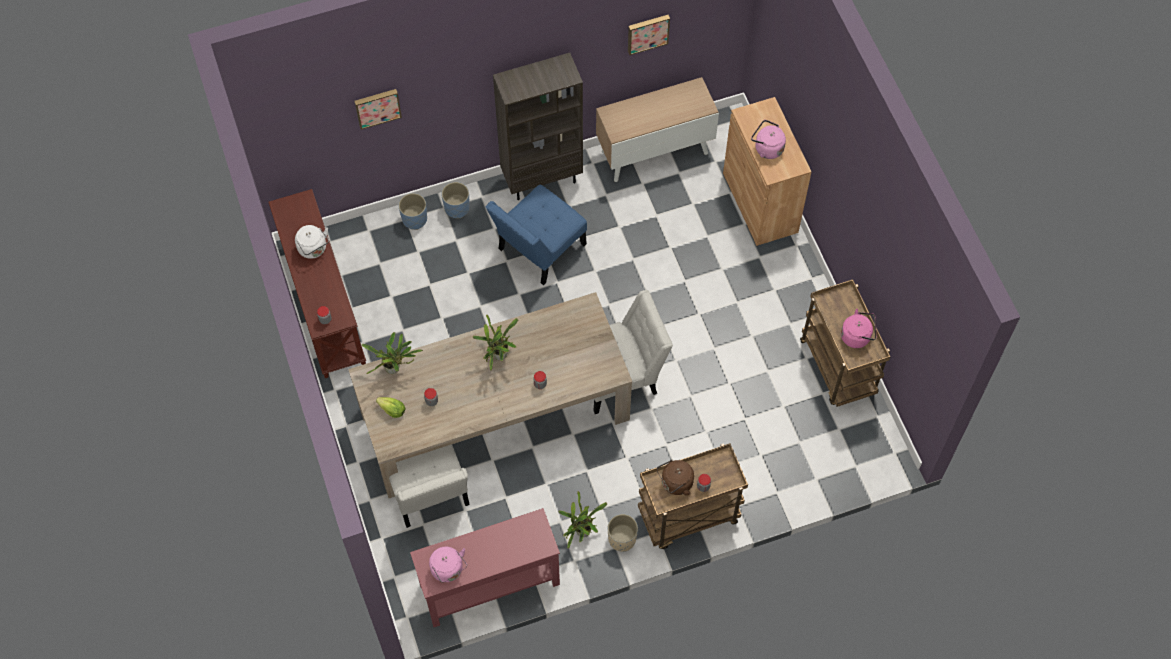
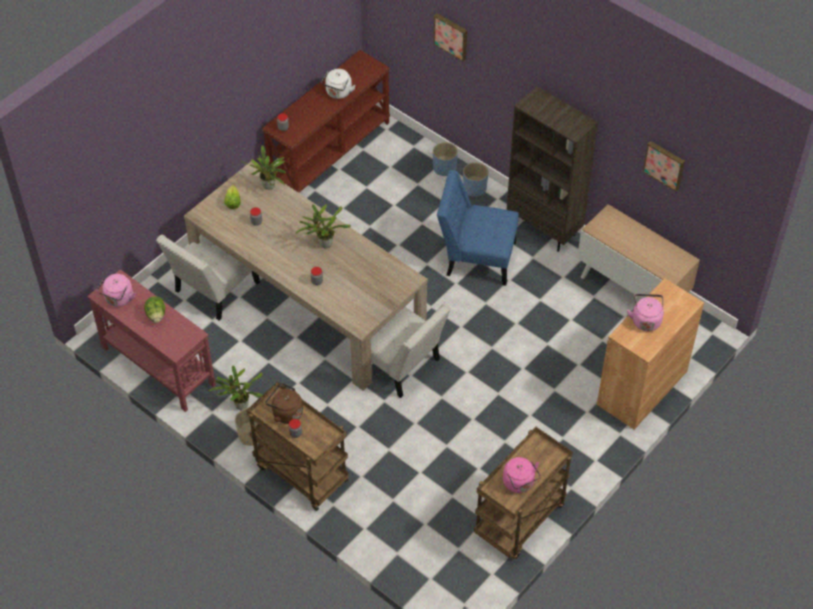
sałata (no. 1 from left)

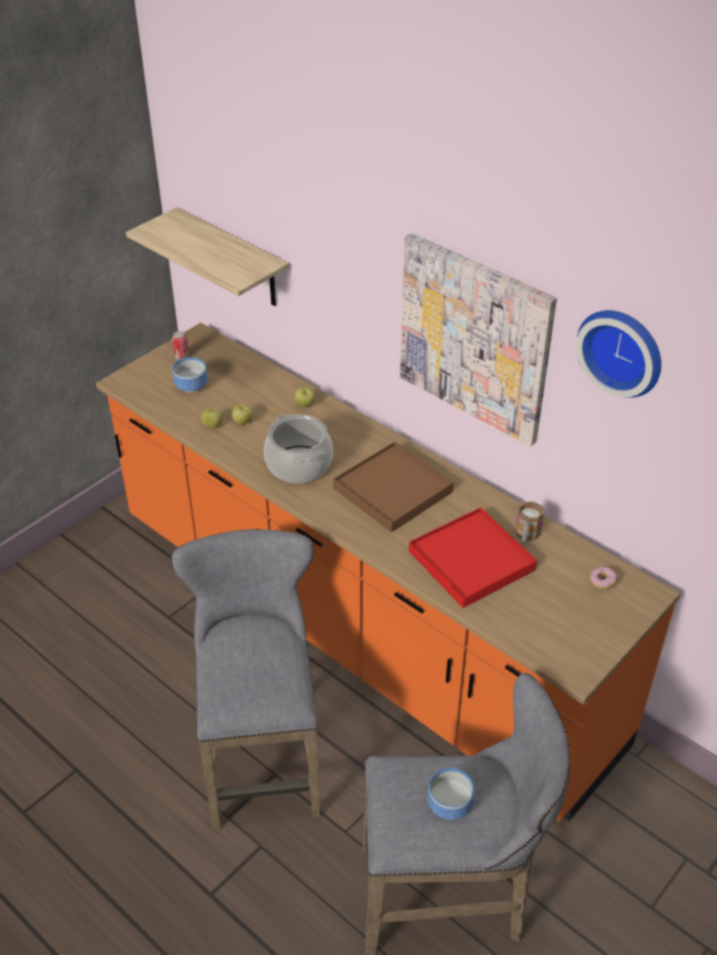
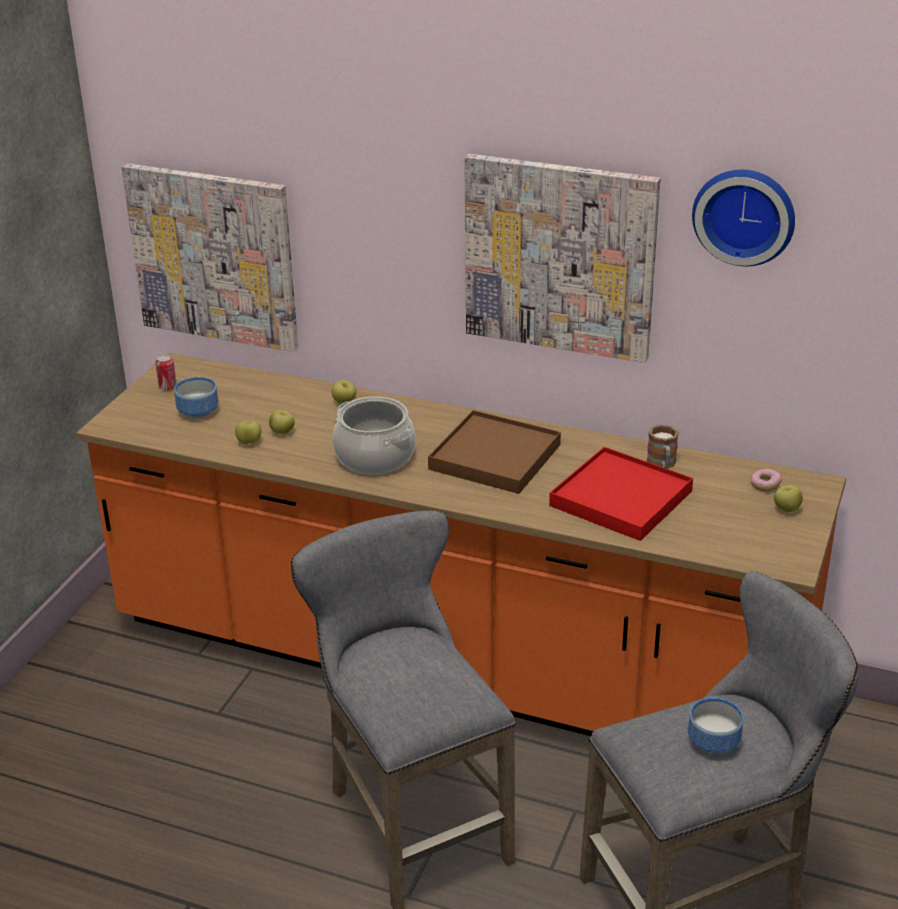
obraz (no. 1 from left)
jabłko (no. 4 from left)

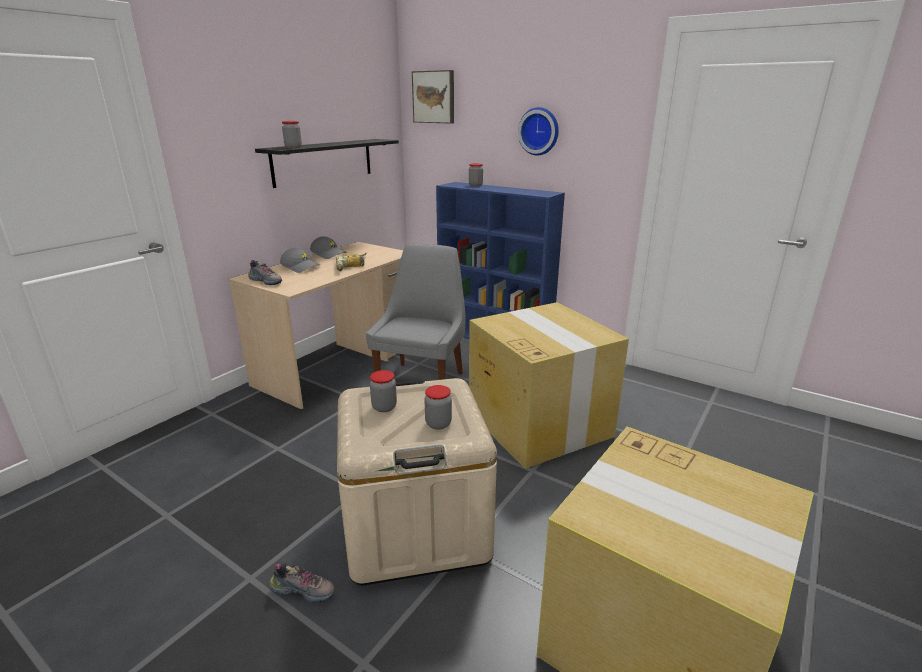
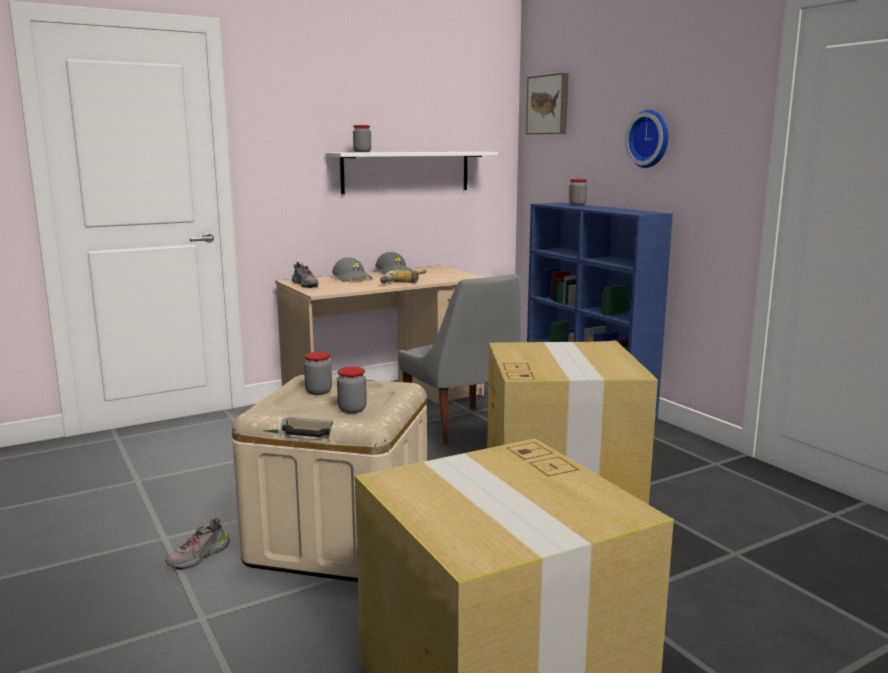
but (no. 1 from left)
półka/biały
krzesło/szary

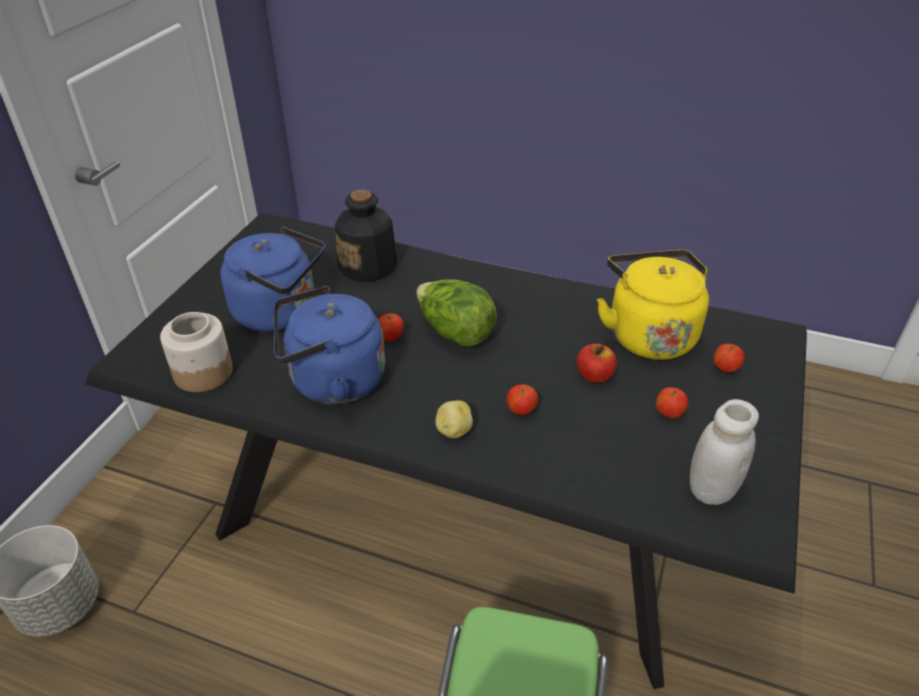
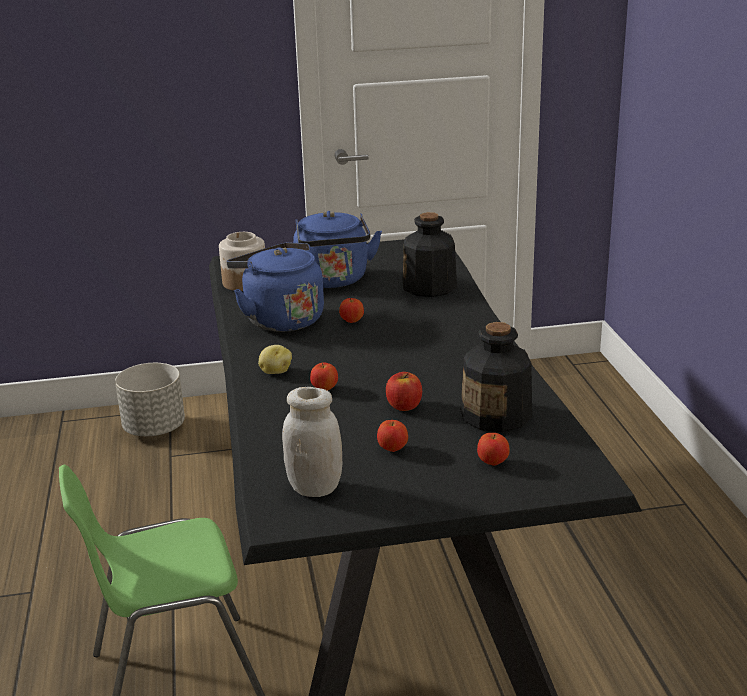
butelka (no. 2 from left)
sałata

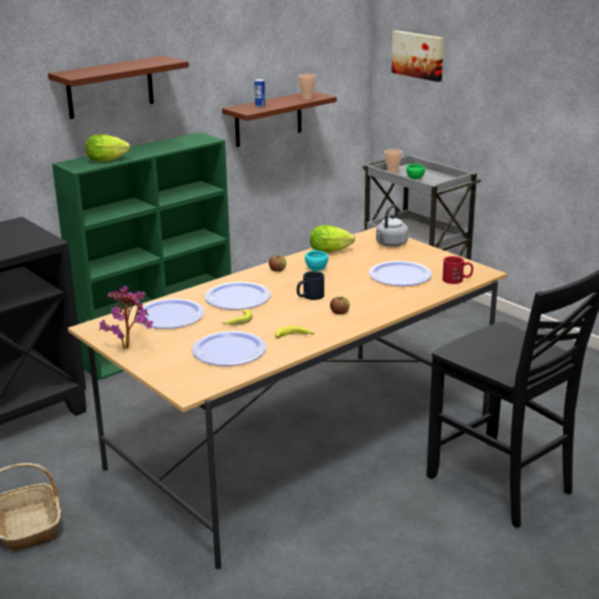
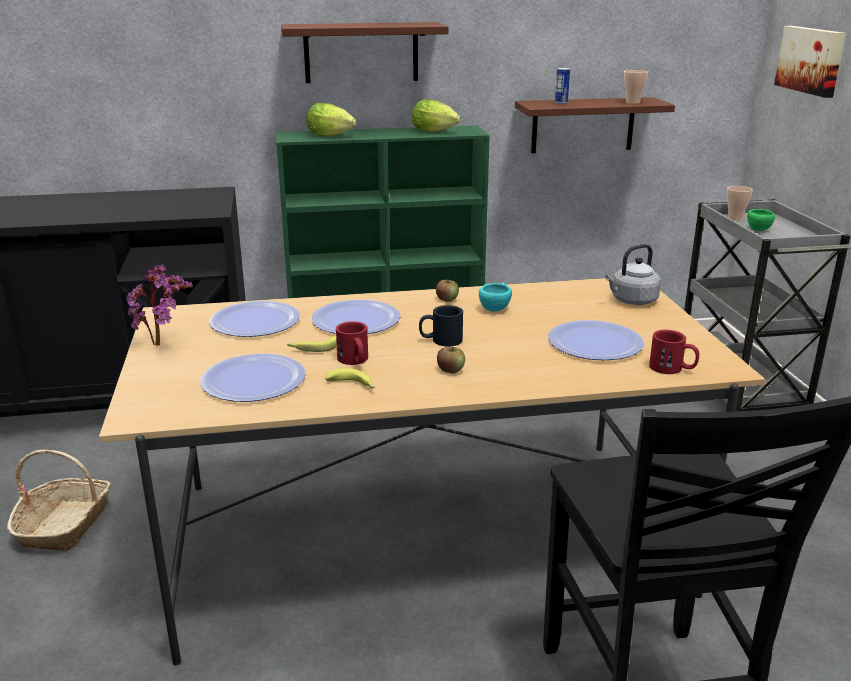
kubek/czerwony (no. 1 from left)
sałata (no. 2 from left)

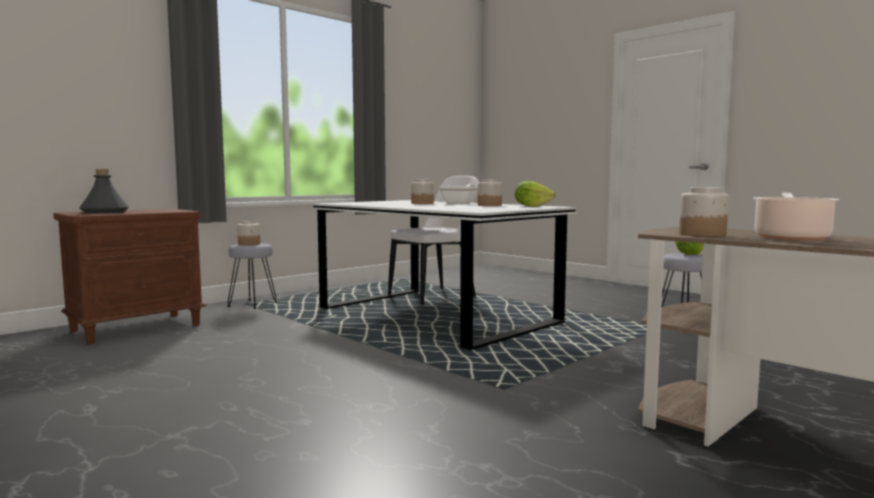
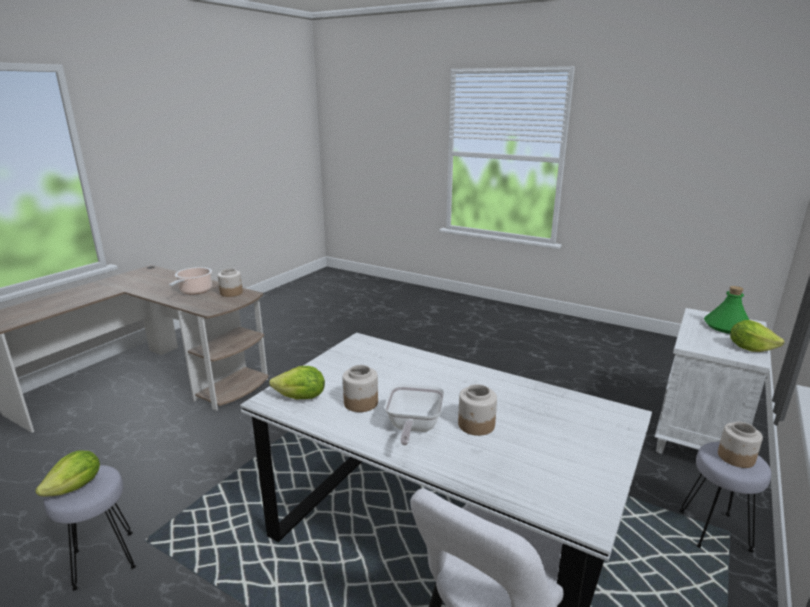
szafka nocna/biały
butelka/zielony
sałata (no. 3 from left)

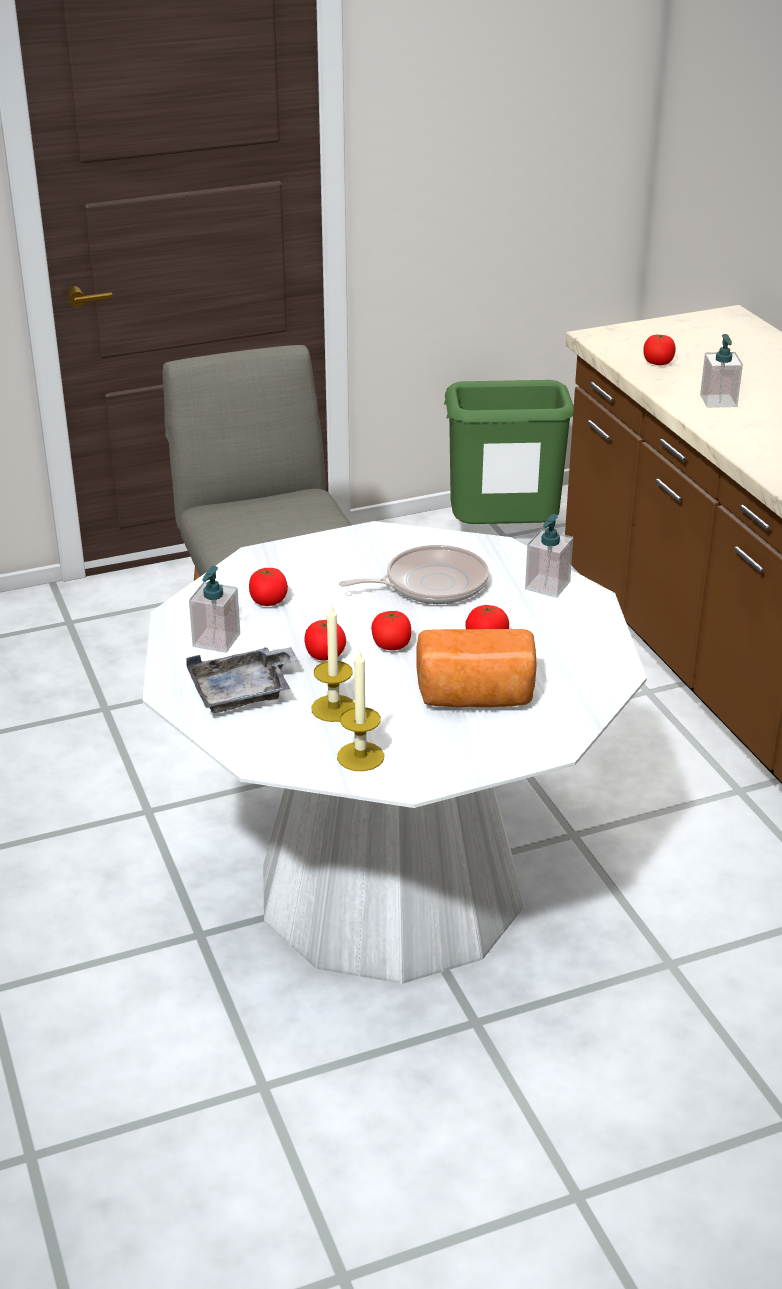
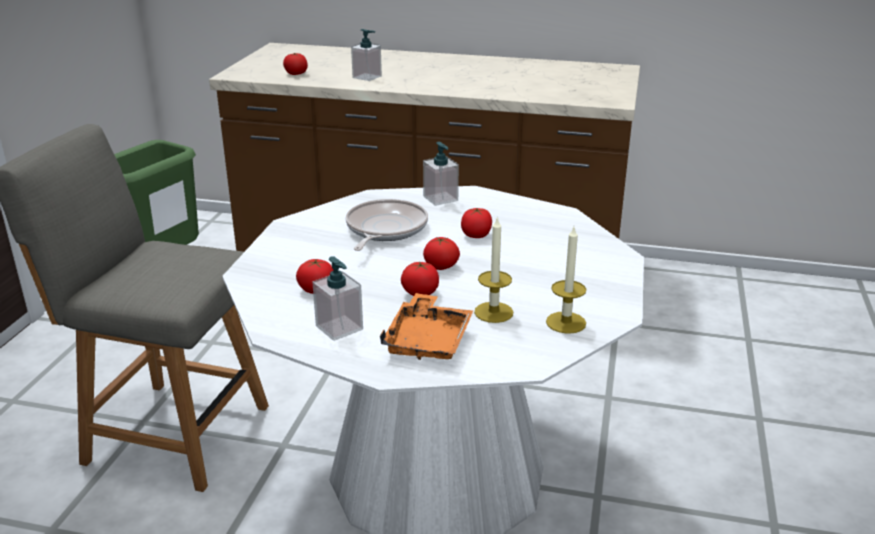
taca/pomarańczowy
chleb

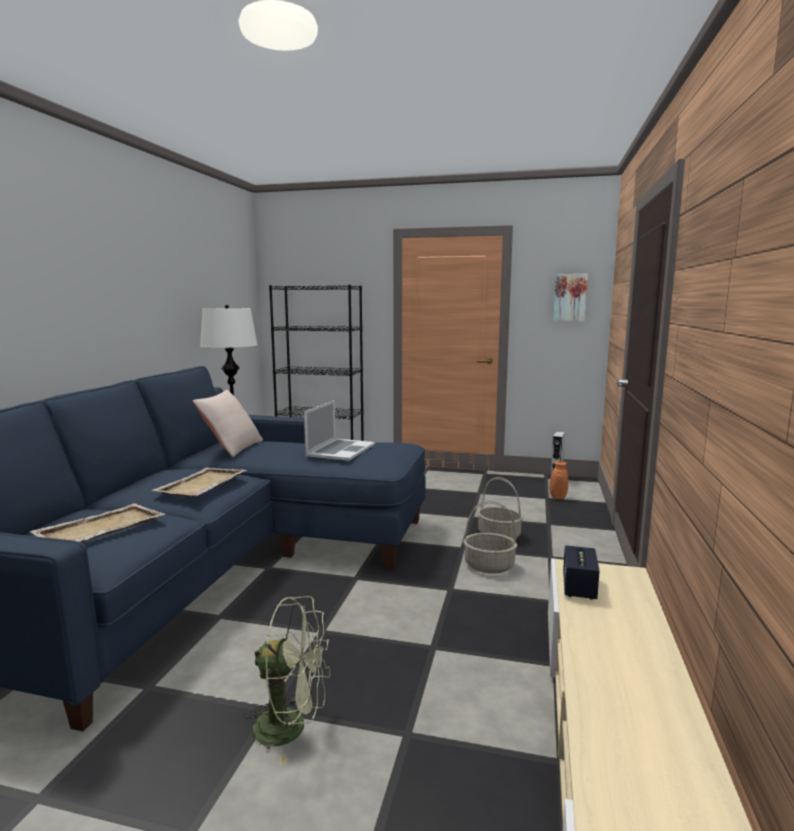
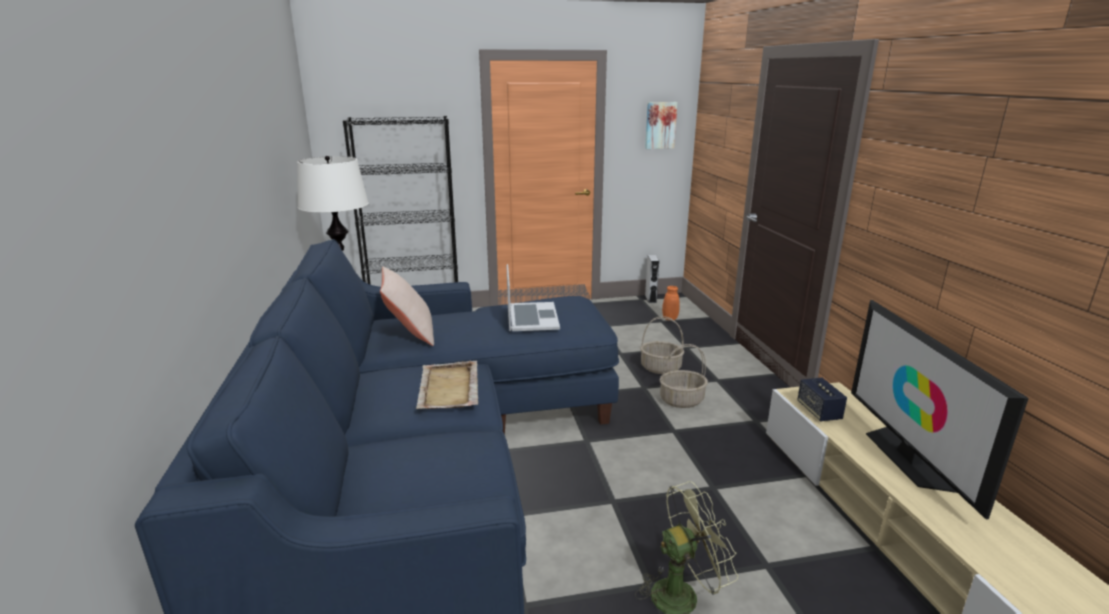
telewizor
taca/beżowy (no. 1 from left in the first image)

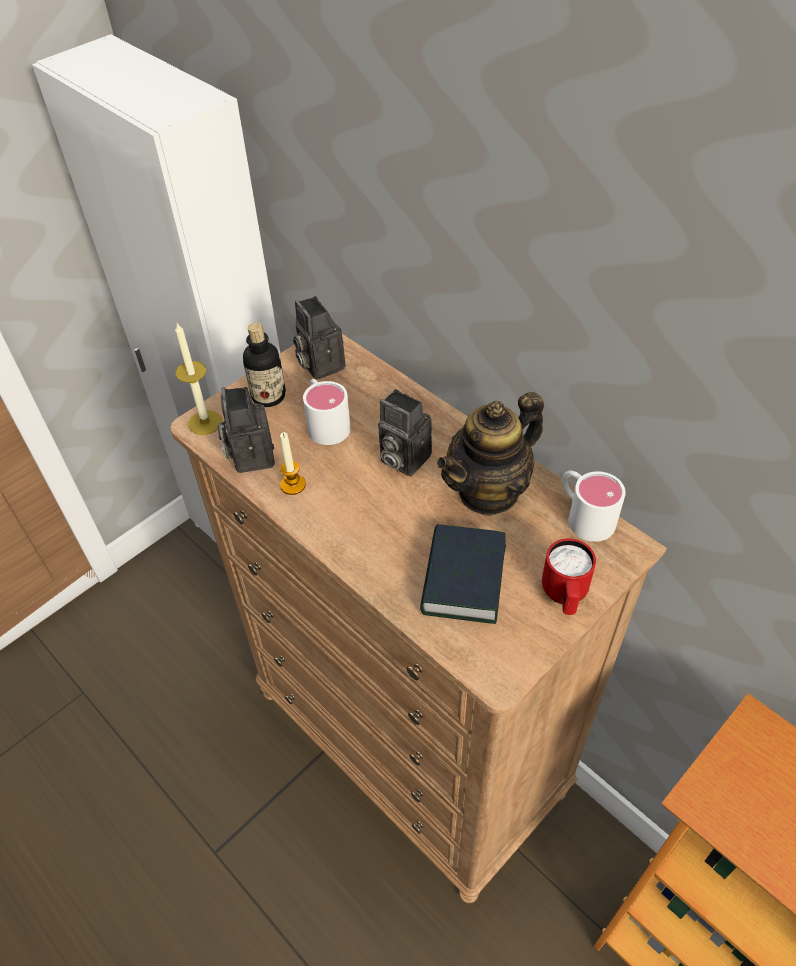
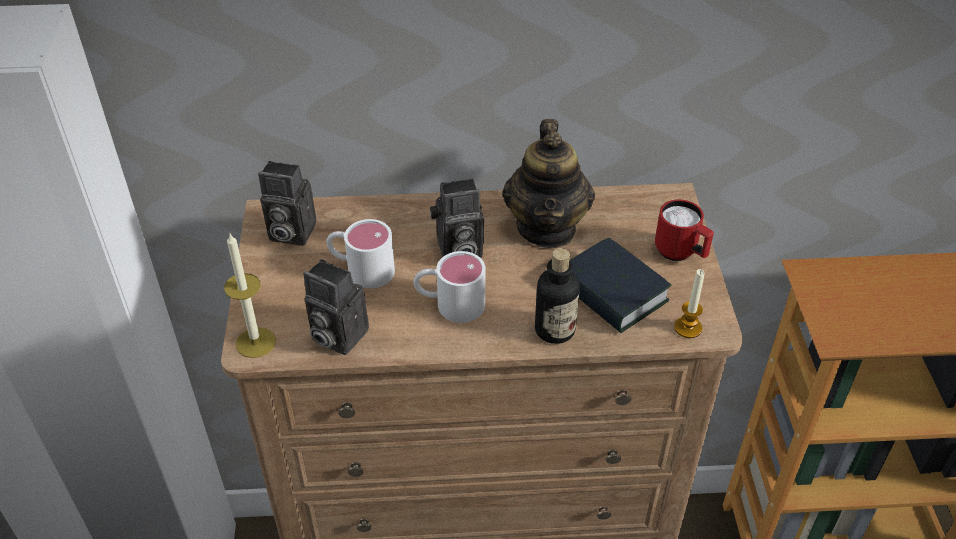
kubek/biały (no. 2 from left)
butelka
świeca (no. 2 from left)

